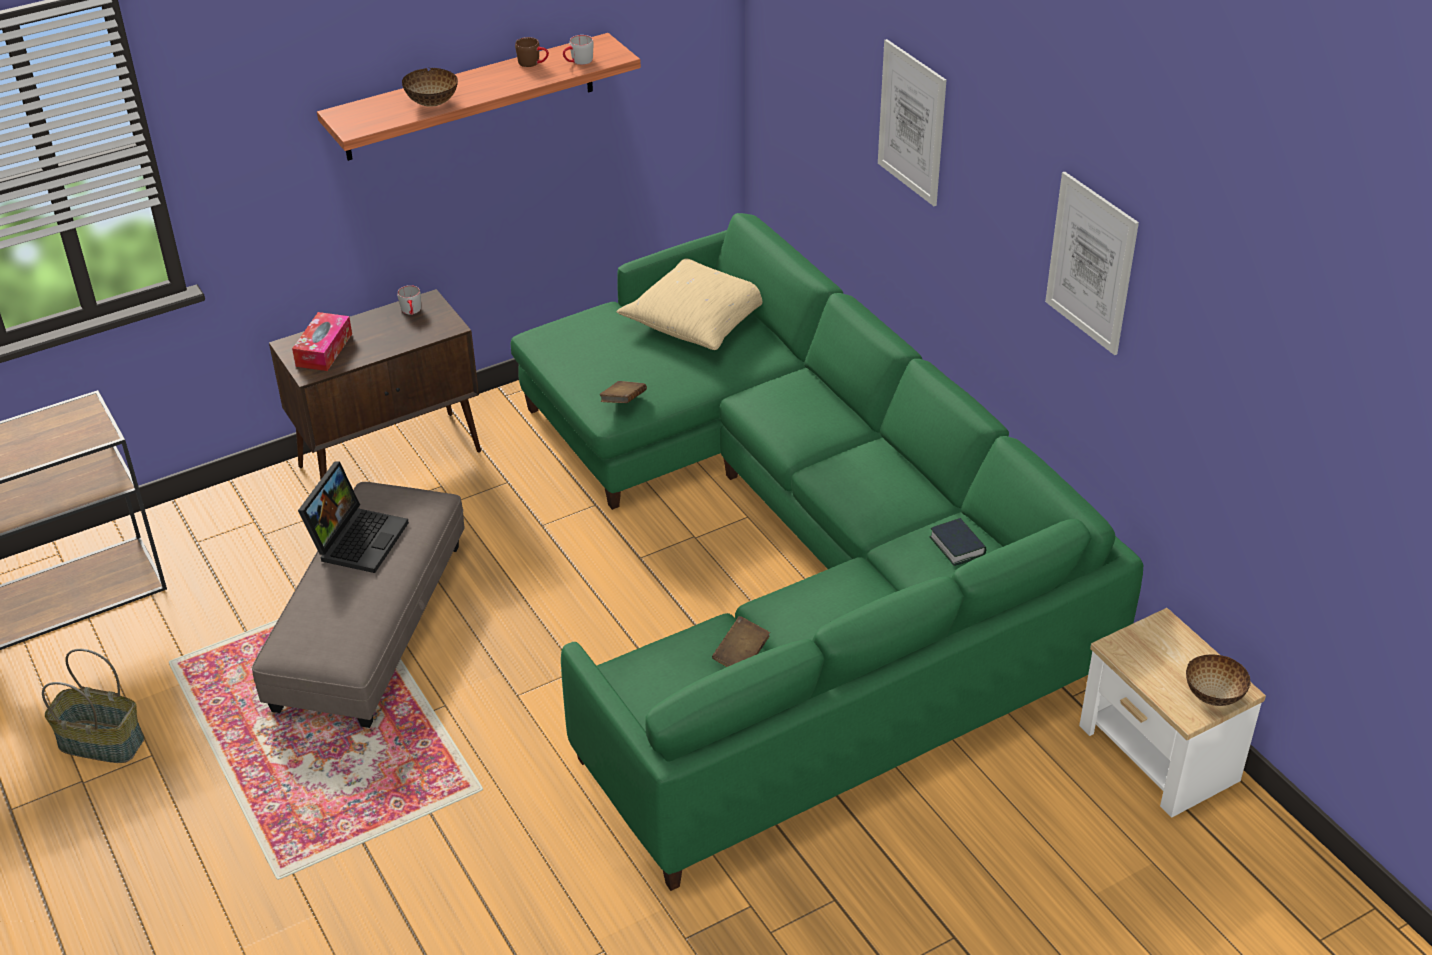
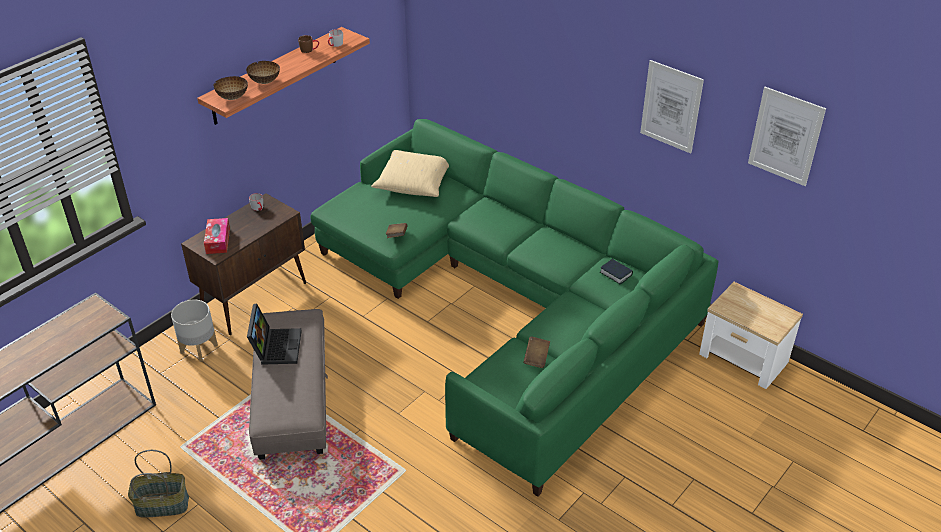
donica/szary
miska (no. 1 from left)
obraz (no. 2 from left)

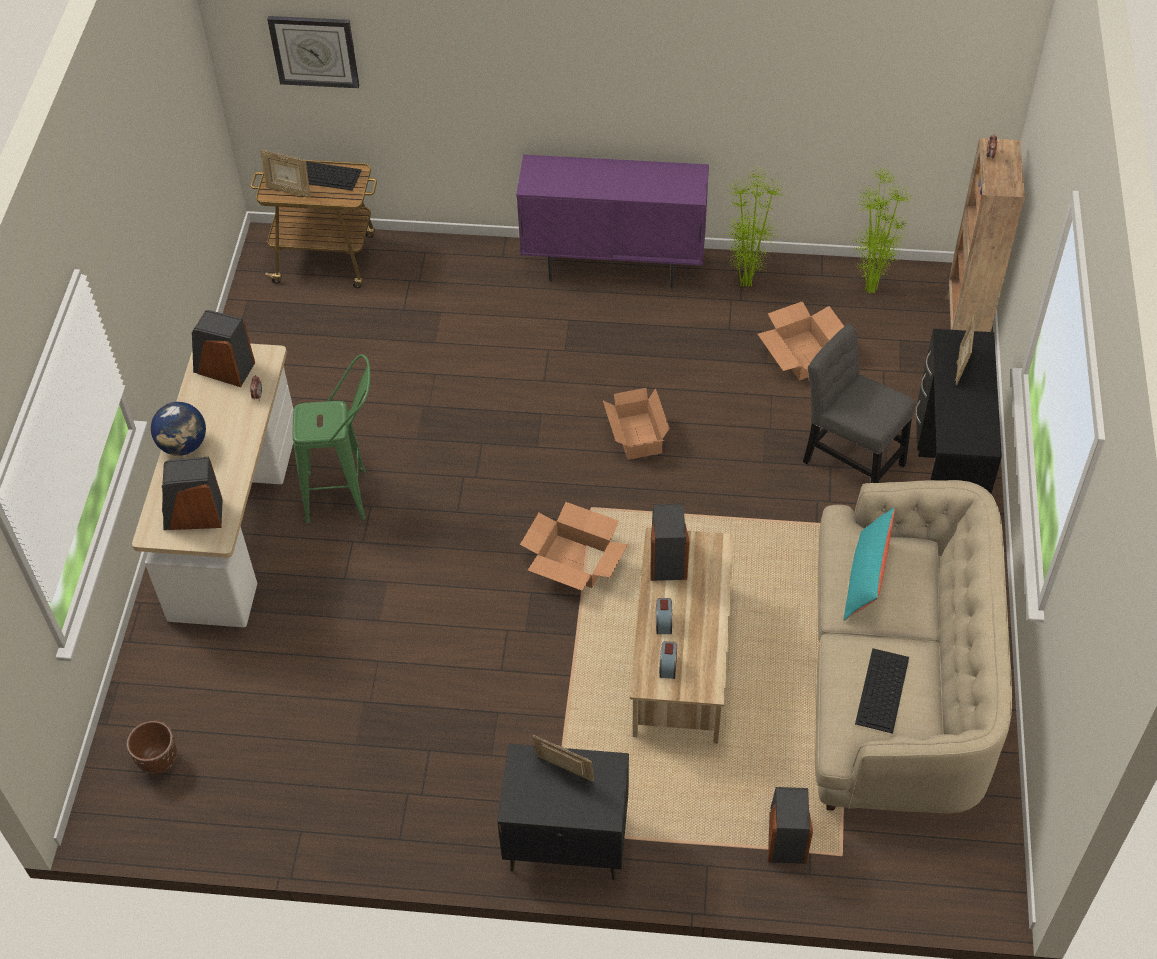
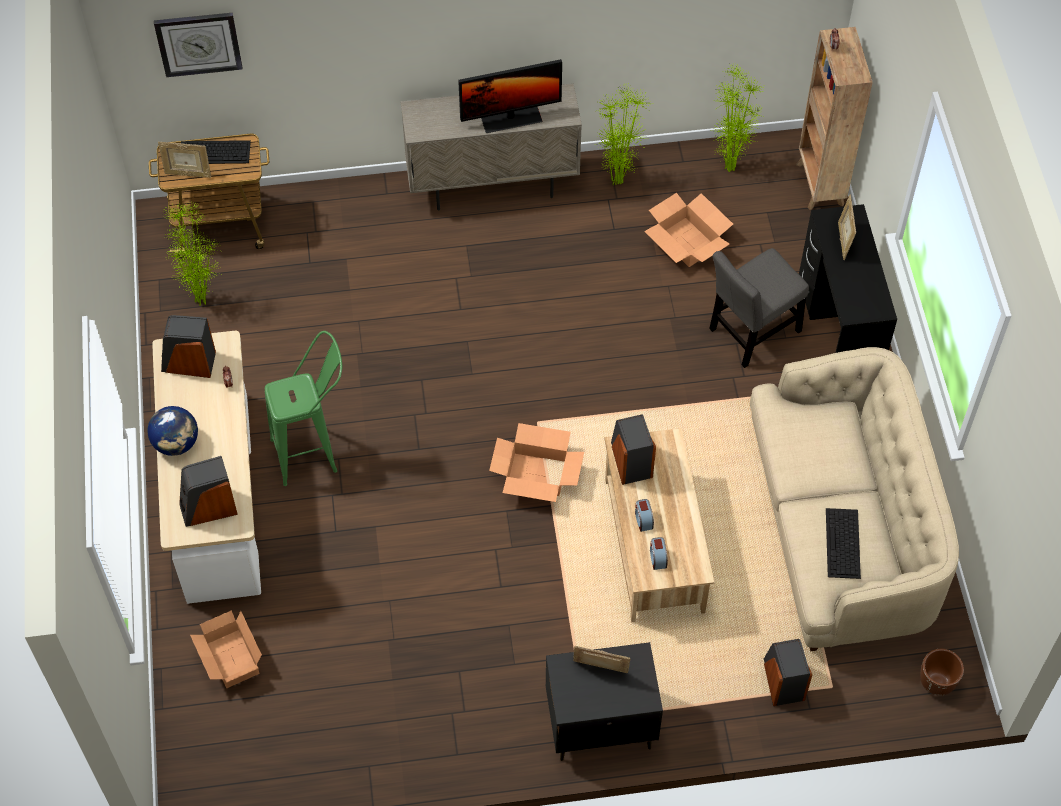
roślina doniczkowa (no. 1 from left)
karton (no. 1 from left)
szafka/beżowy
monitor
krzesło/szary
donica/brązowy
poduszka/turkusowy

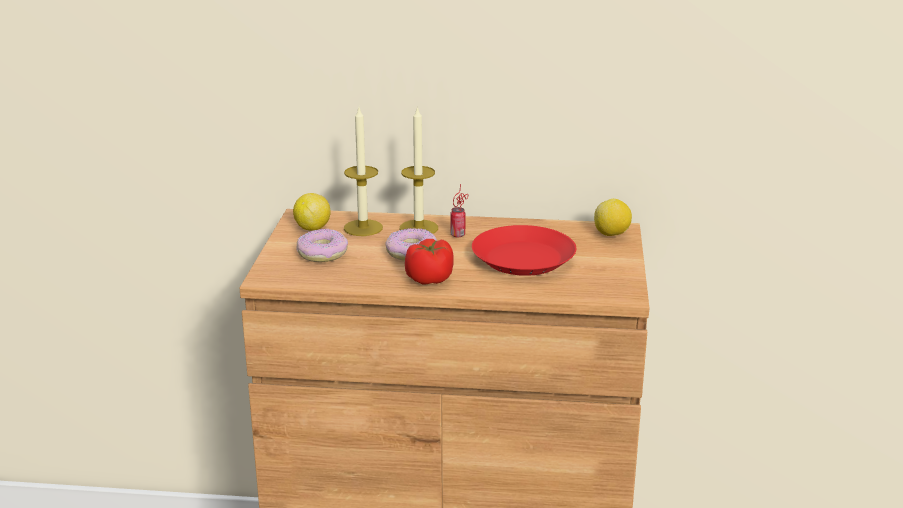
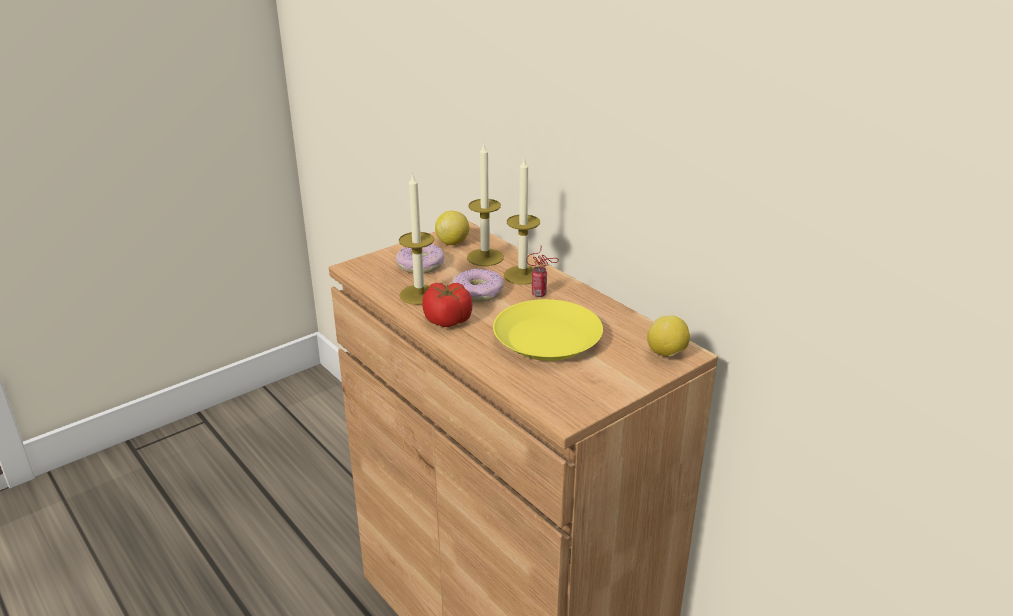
świeca (no. 1 from left)
talerz/żółty

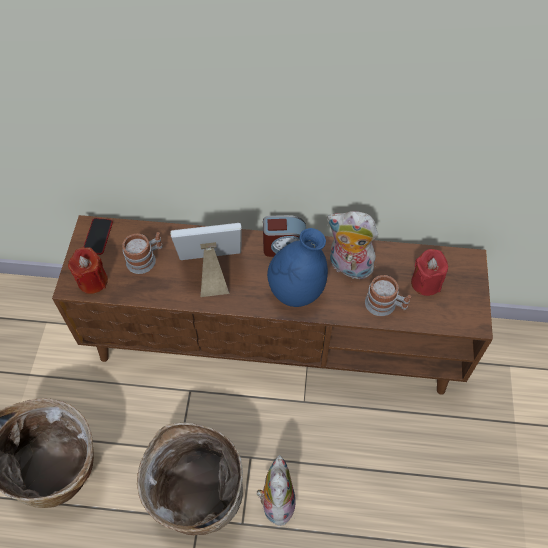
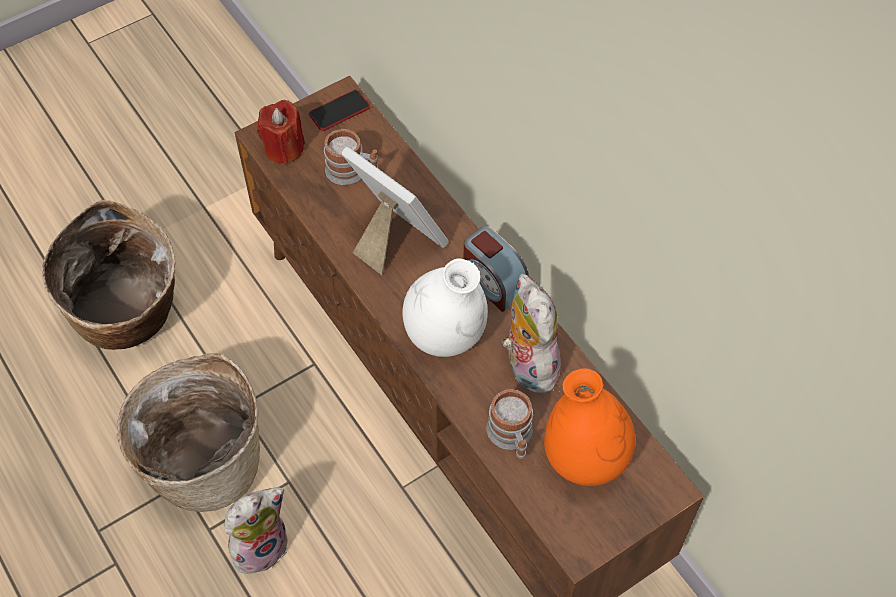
wazon/biały
wazon/pomarańczowy

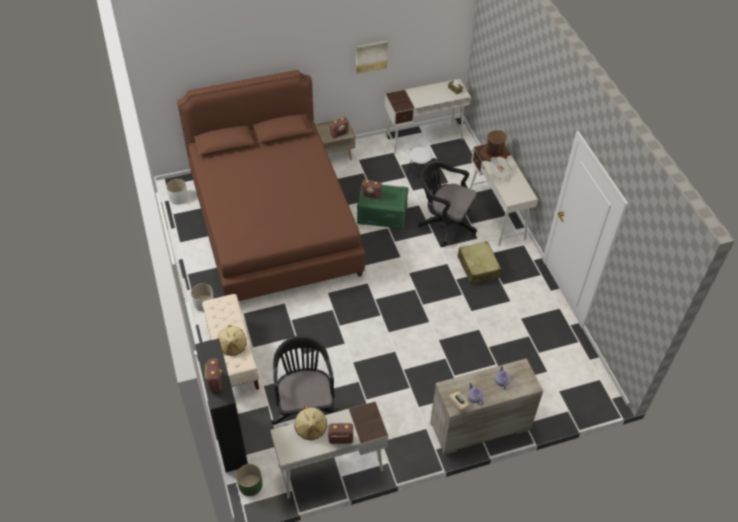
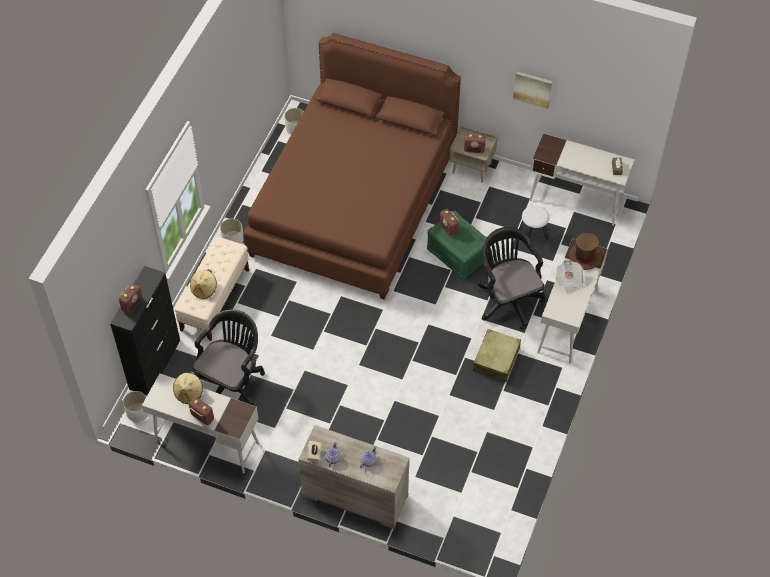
donica/biały (no. 1 from left)

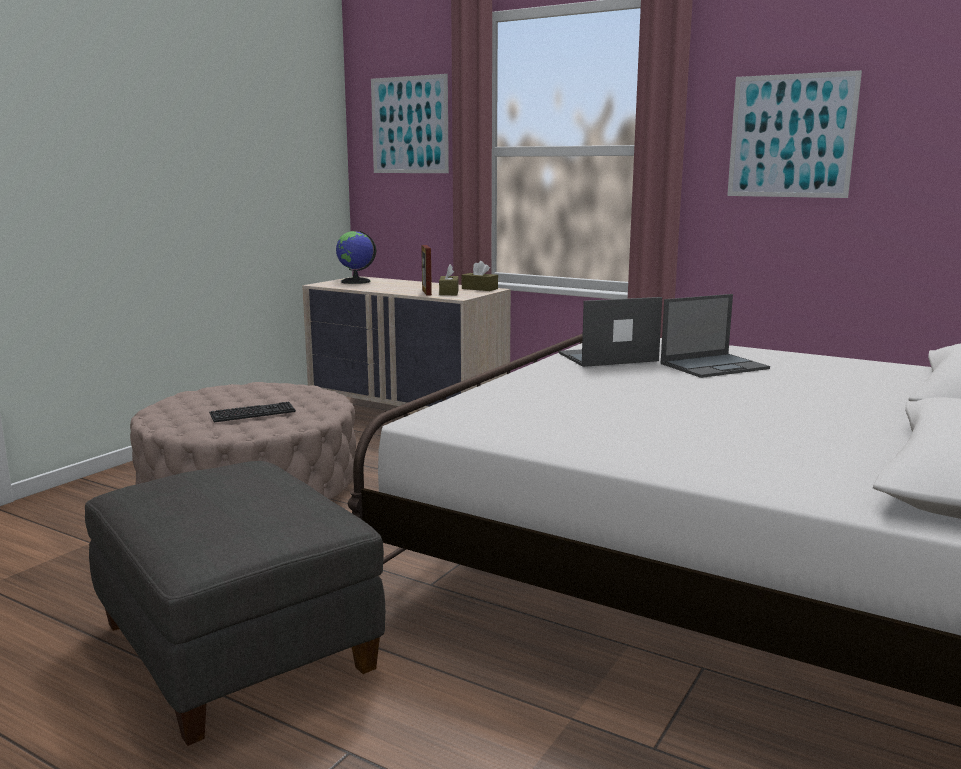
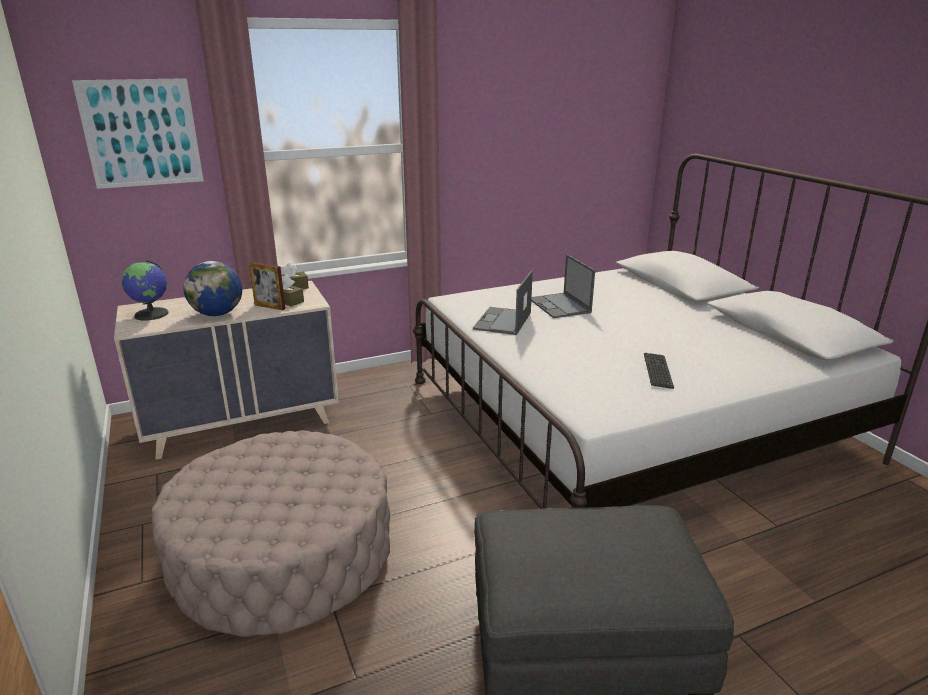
globus (no. 2 from left)
laptop (no. 2 from left)
klawiatura
obraz (no. 2 from left in the first image)

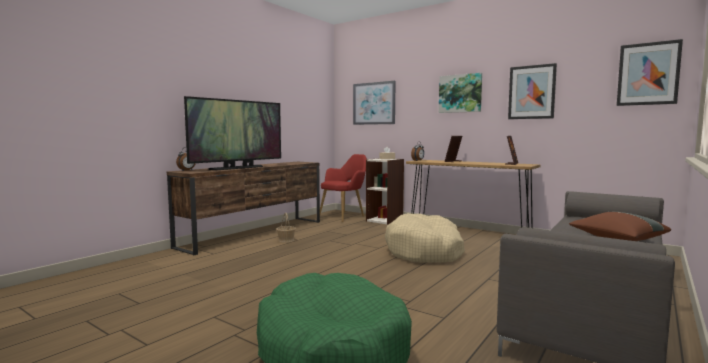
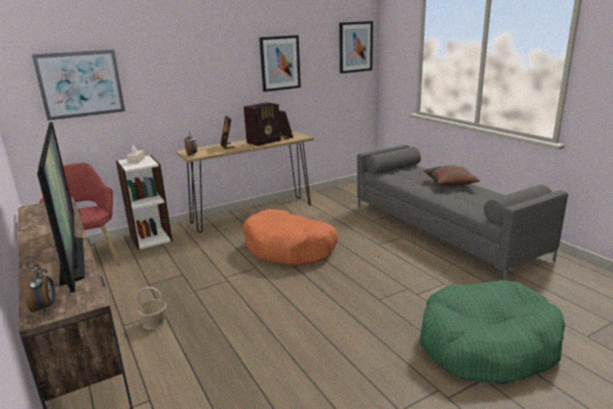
legowisko/pomarańczowy
radio
obraz (no. 2 from left in the first image)

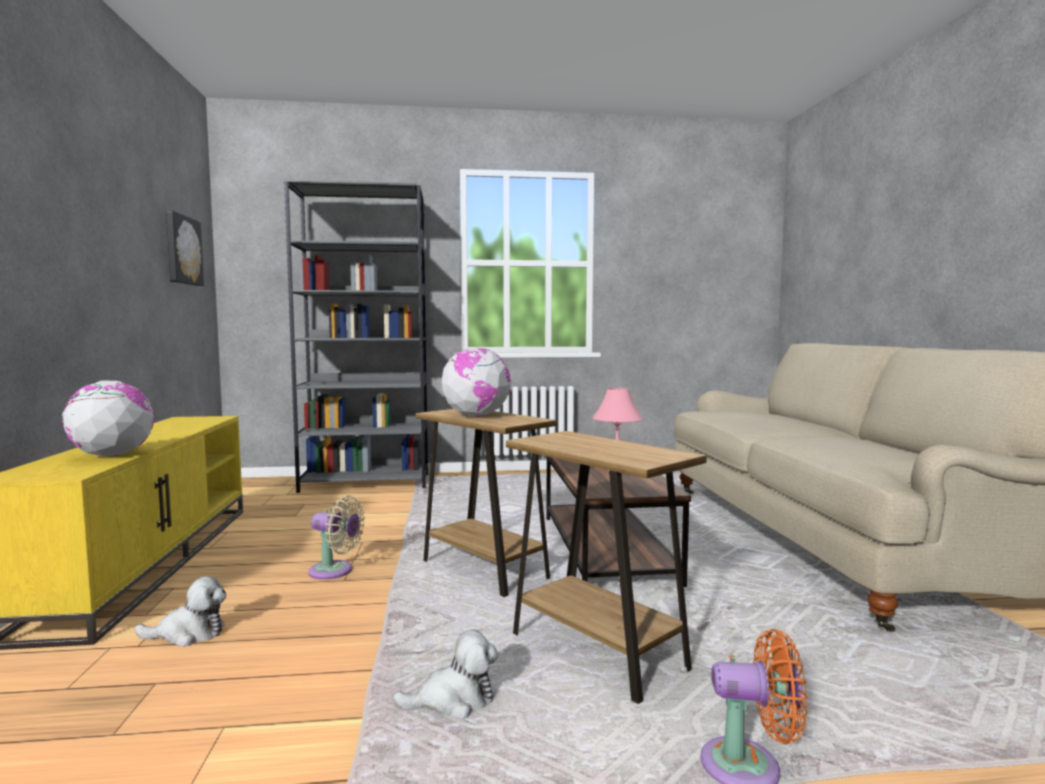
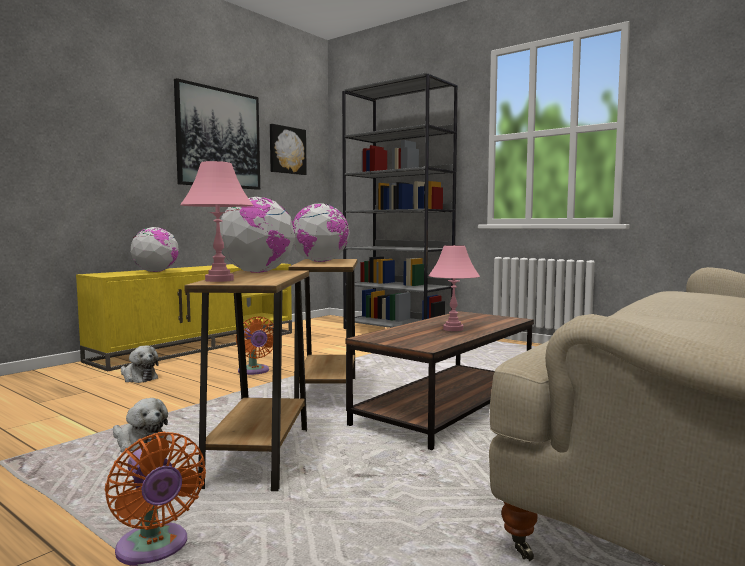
obraz (no. 1 from left)
lampa stołowa/różowy (no. 1 from left)
globus (no. 2 from left)
wentylator/pomarańczowy (no. 2 from left)

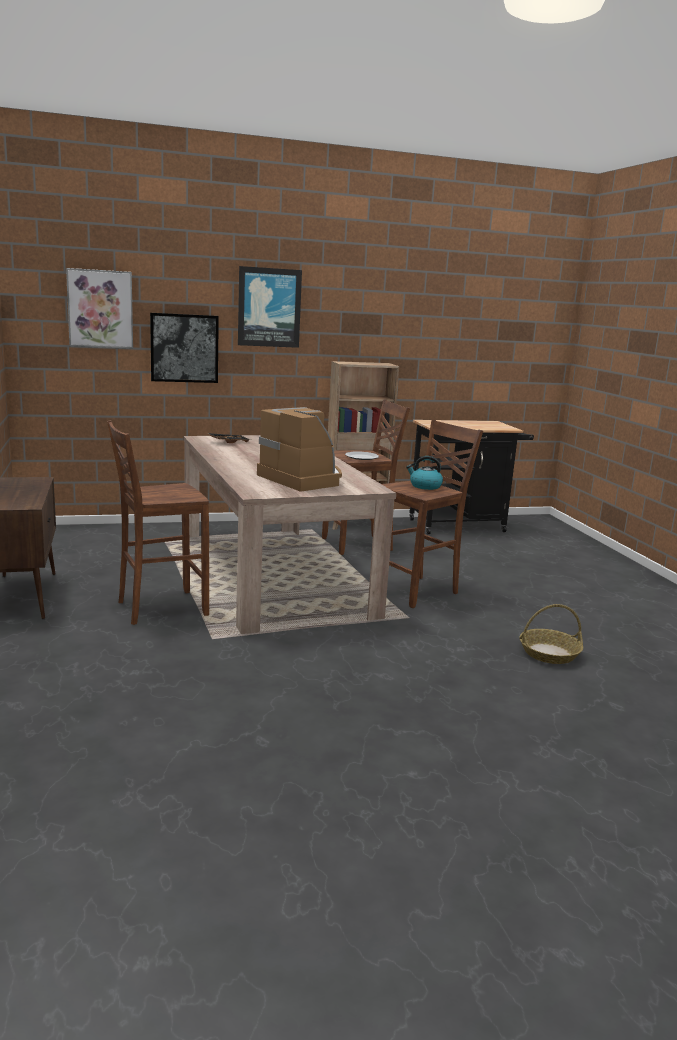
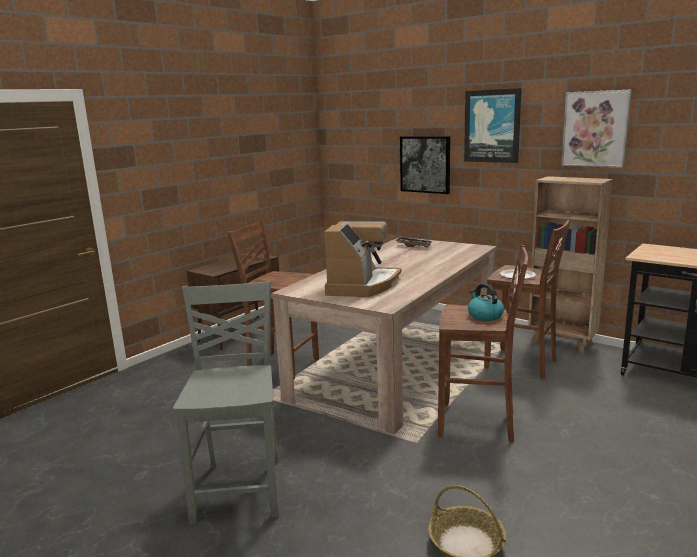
krzesło/szary
obraz (no. 3 from left)

